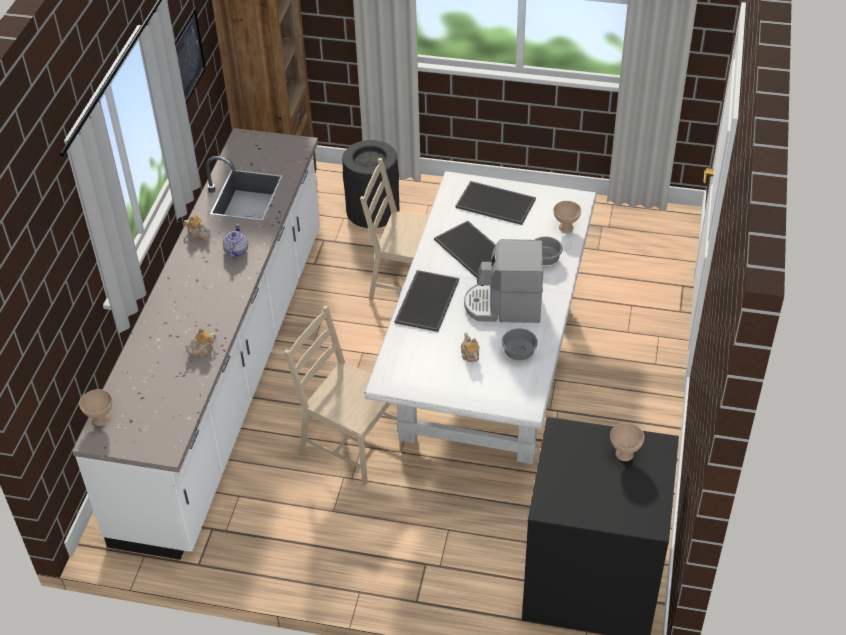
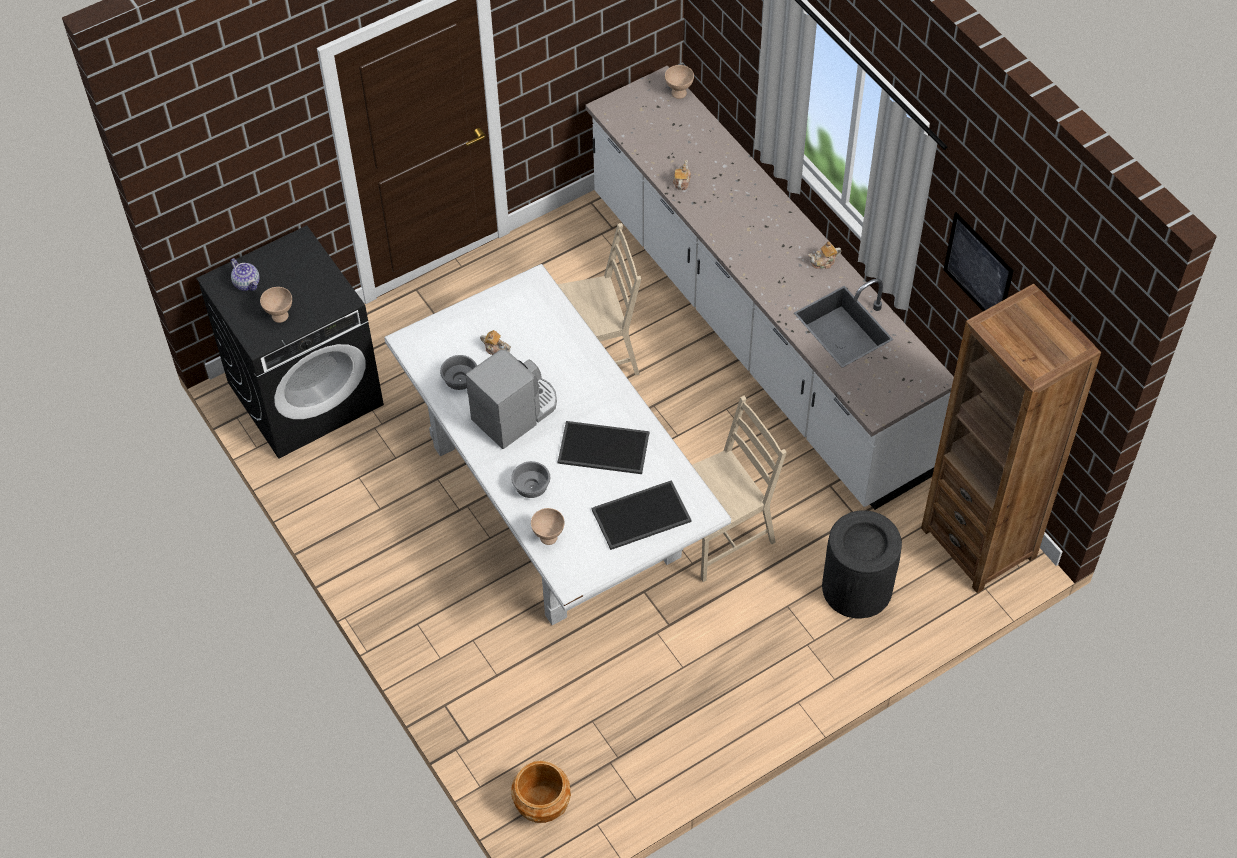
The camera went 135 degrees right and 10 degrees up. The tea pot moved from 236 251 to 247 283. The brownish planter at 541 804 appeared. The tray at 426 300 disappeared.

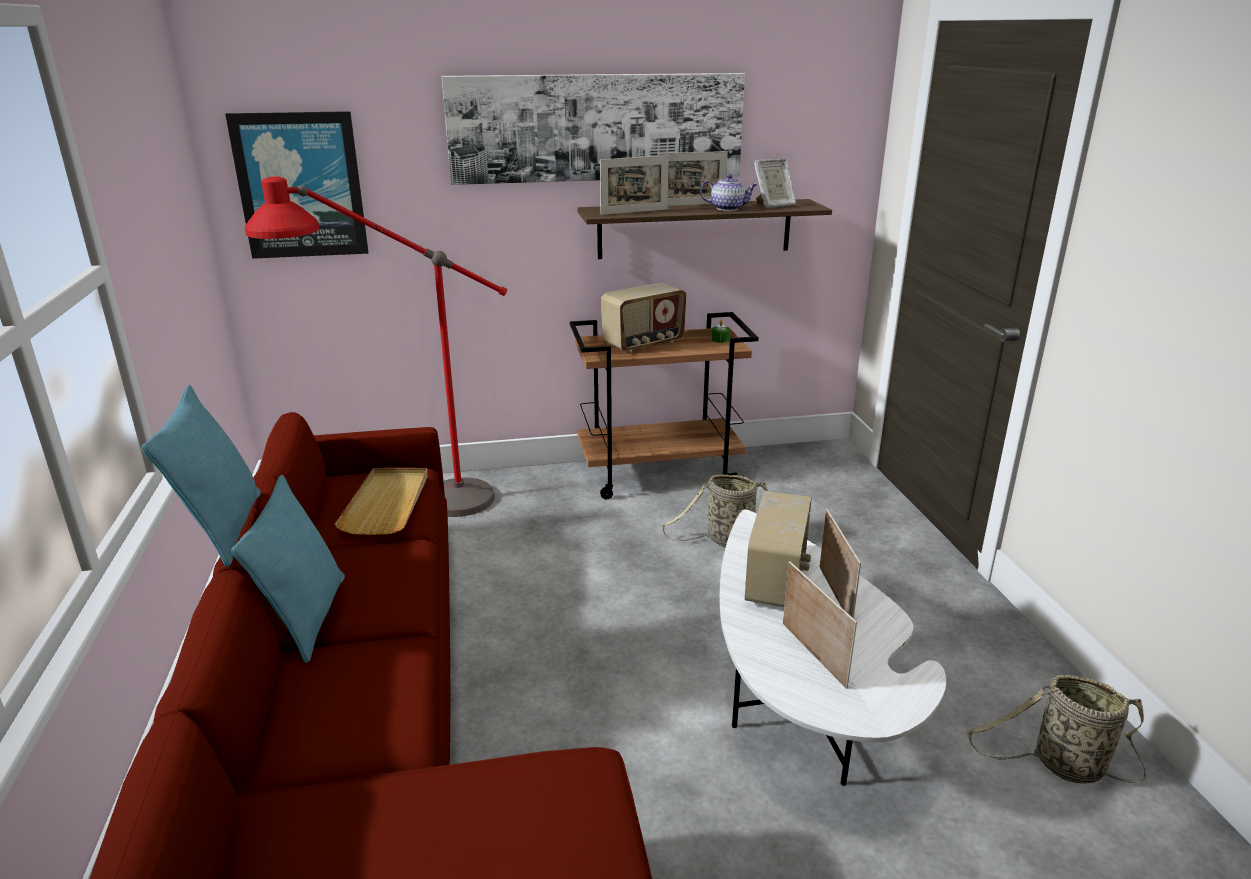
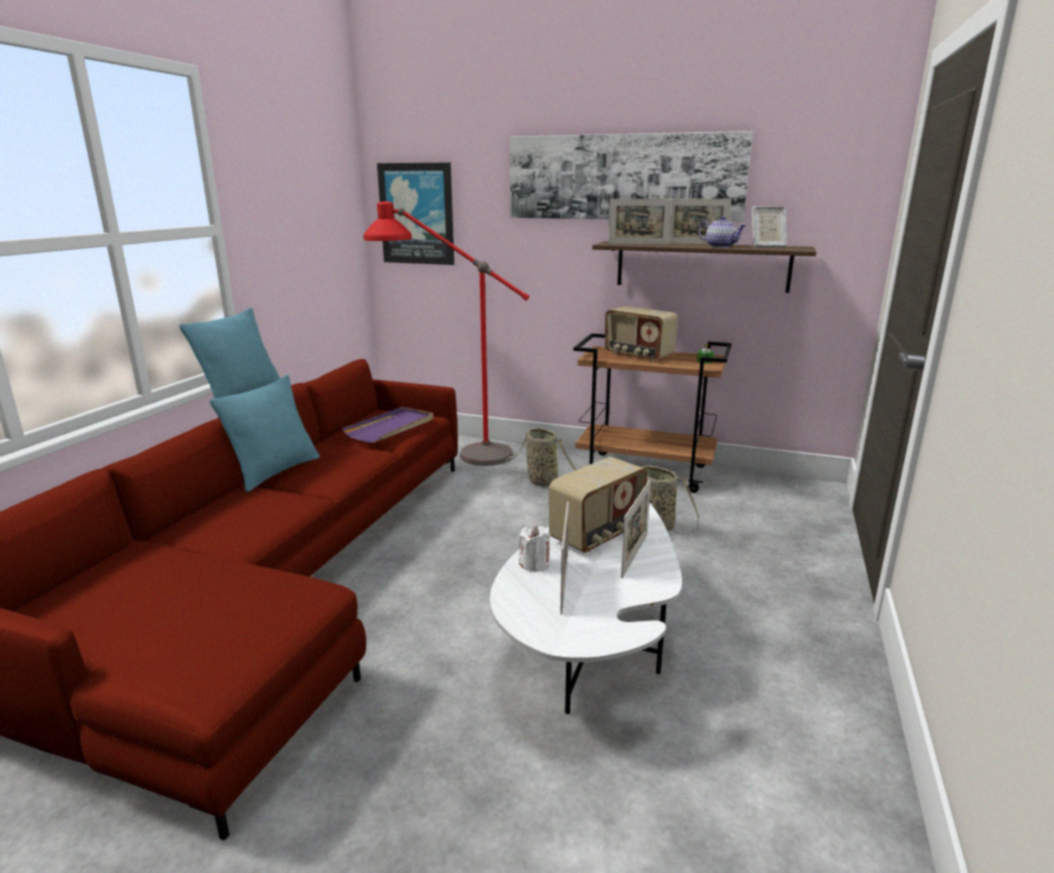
The camera went 30 degrees right and 5 degrees down. The beige-coloured tray at 387 503 became the purple tray at 391 427. The basket moved from 1062 766 to 540 481. The white wax light at 534 564 appeared. The radio receiver at 644 343 turned 45 degrees clockwise.

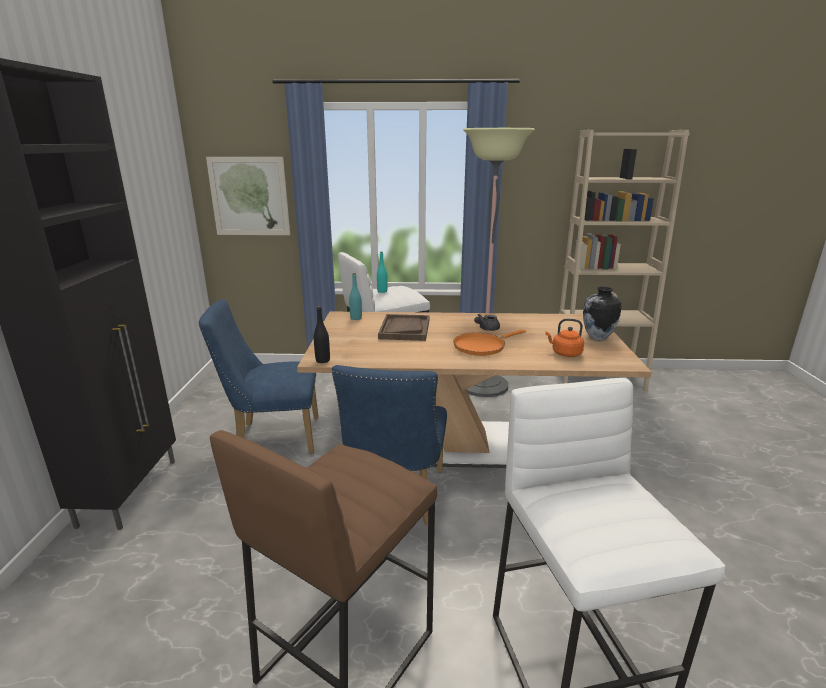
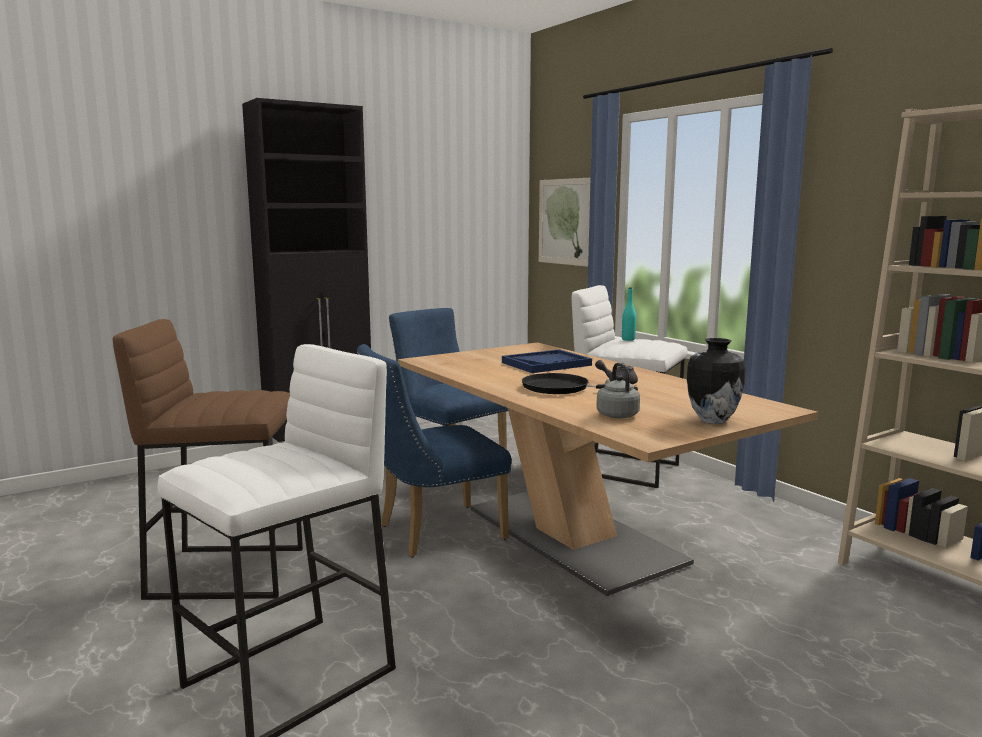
The camera went 55 degrees right and 10 degrees down. The brownish tray at 404 329 became the blue-coloured tray at 546 364. The orange skillet at 482 346 became the blackish skillet at 560 388. The orange water kettle at 564 353 became the greyish water kettle at 616 415. The blackish drink bottle at 322 360 disappeared. The turquoise drink bottle at 356 318 disappeared. The standing lamp at 483 385 disappeared.

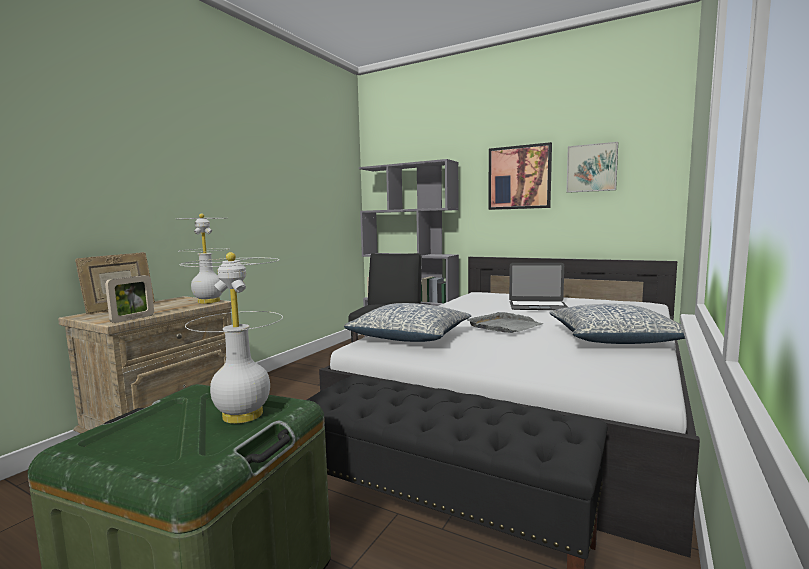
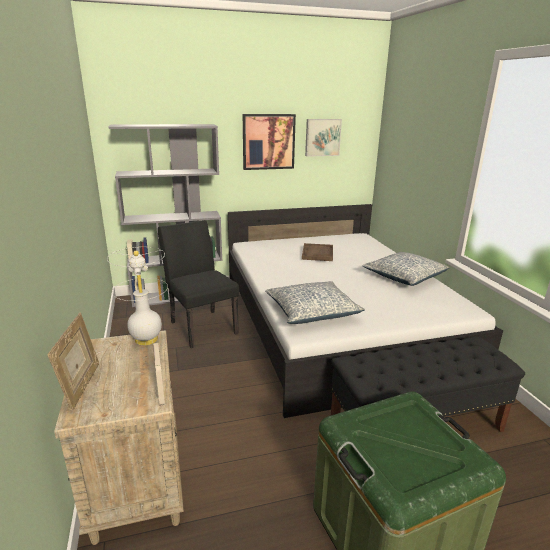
The camera went 45 degrees left and 15 degrees up. The notebook computer at 538 306 was replaced by the brownish tray at 317 253. The white tabletop lamp at 243 415 disappeared. The greyish tray at 504 326 disappeared.

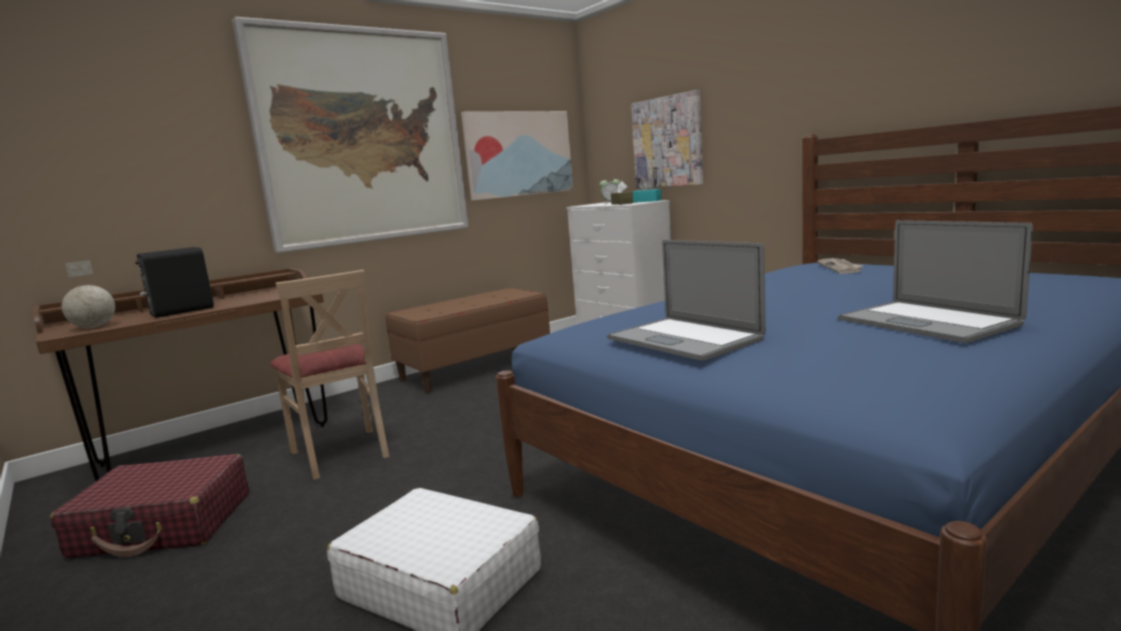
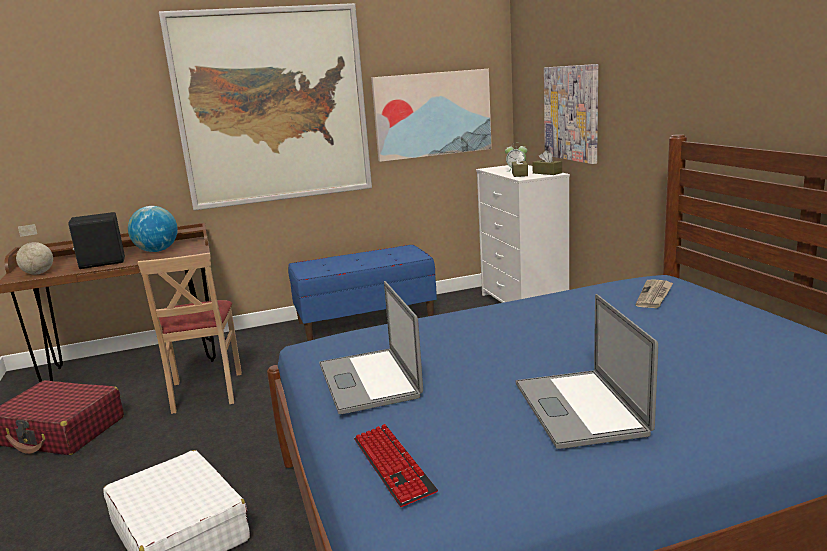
The camera went 20 degrees right and 5 degrees up. The world globe at 157 251 appeared. The brownish bench at 475 368 became the blue-coloured bench at 365 320. The computer keyboard at 393 465 appeared. The turquoise tissue holder at 647 201 became the brownish tissue holder at 547 173.

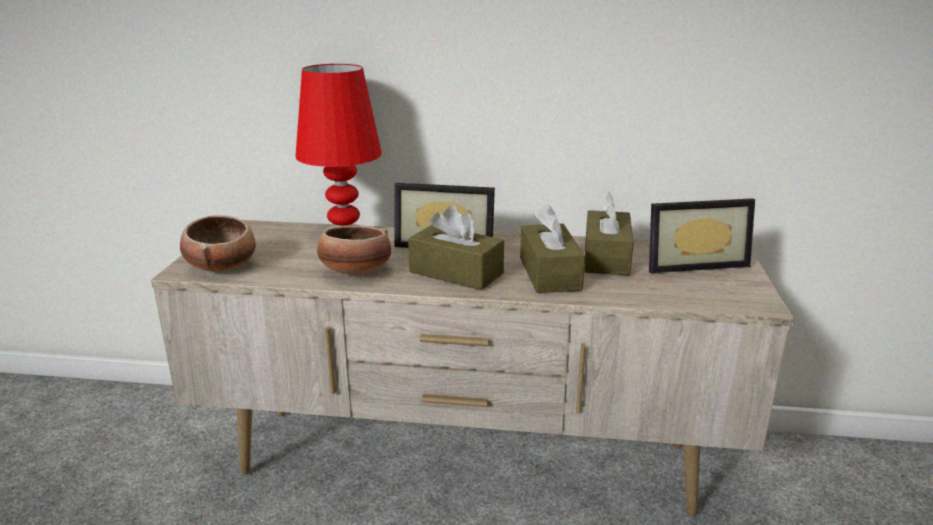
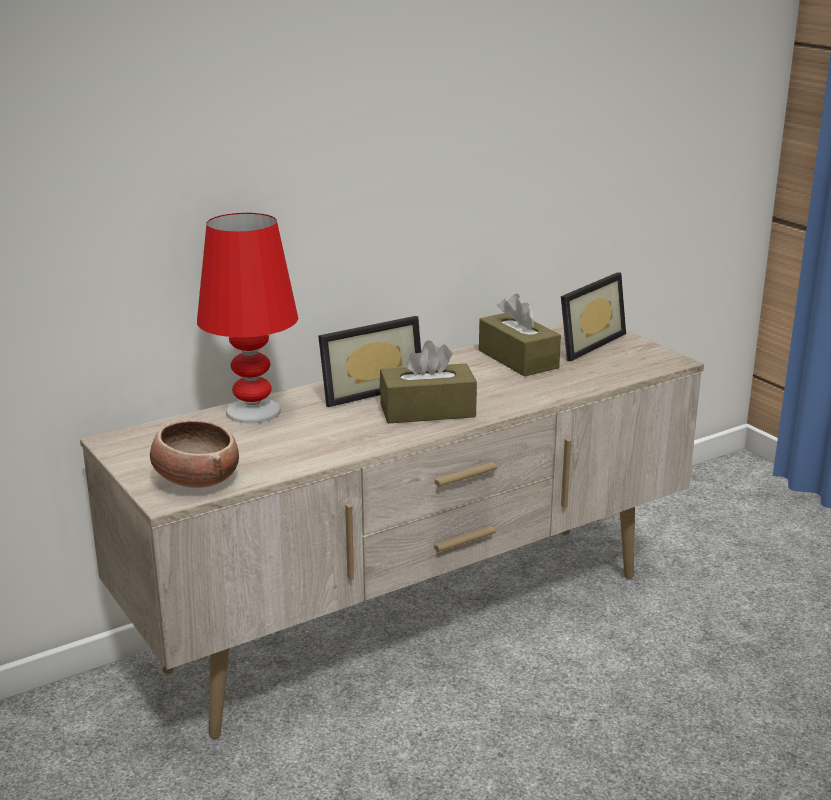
The camera went 40 degrees left and 0 degrees up. The serving bowl at 355 271 disappeared. The brownish tissue holder at 549 273 disappeared.

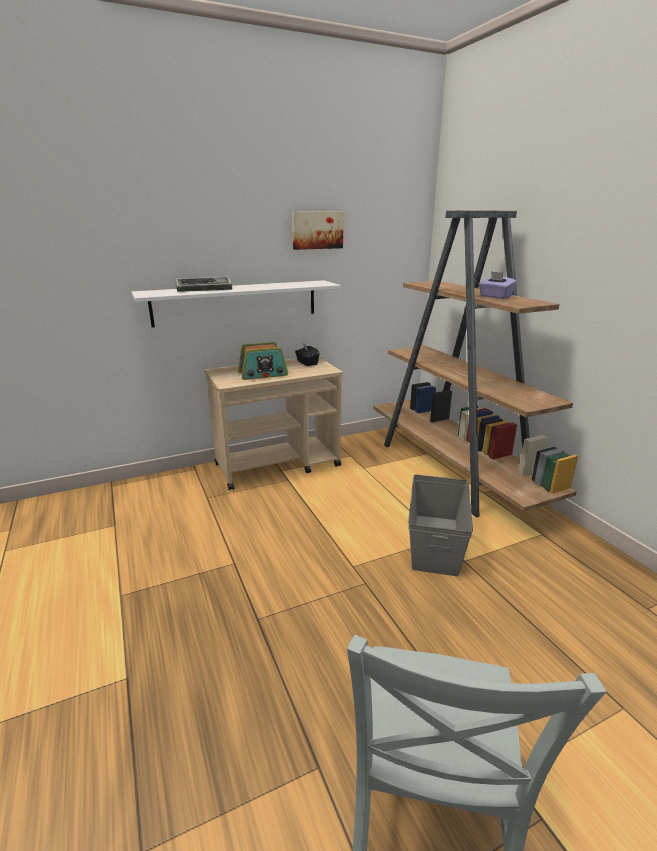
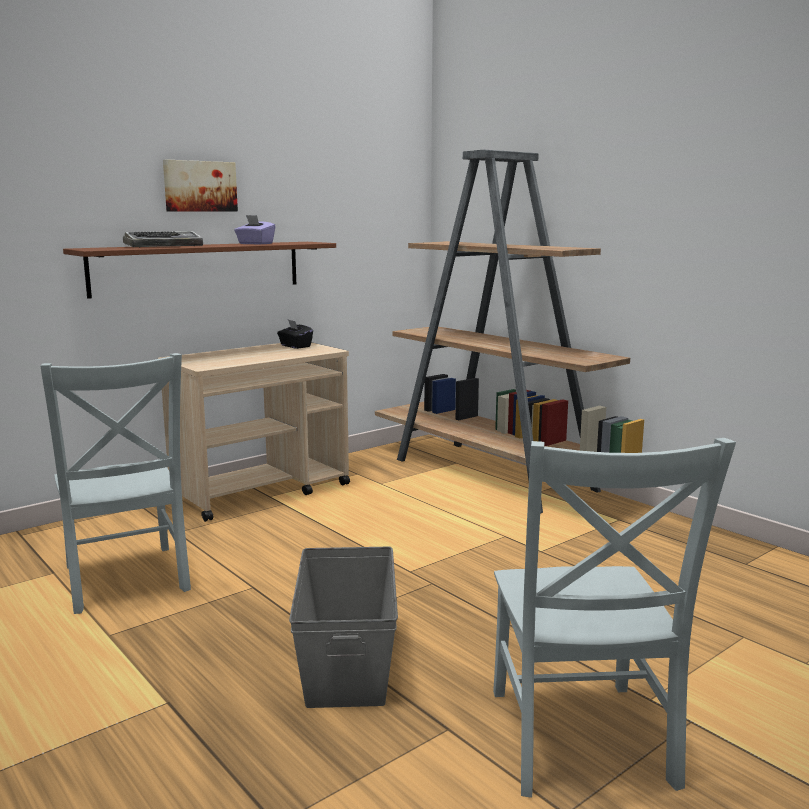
The camera went 15 degrees left and 10 degrees down. The greyish plain chair at 126 581 appeared. The white bracket shelf at 236 302 became the brownish bracket shelf at 199 267. The wall art moved from 317 230 to 199 186. The purple tissue holder moved from 495 297 to 255 244. The greyish storage container moved from 435 543 to 346 660. The radio receiver at 263 374 disappeared.

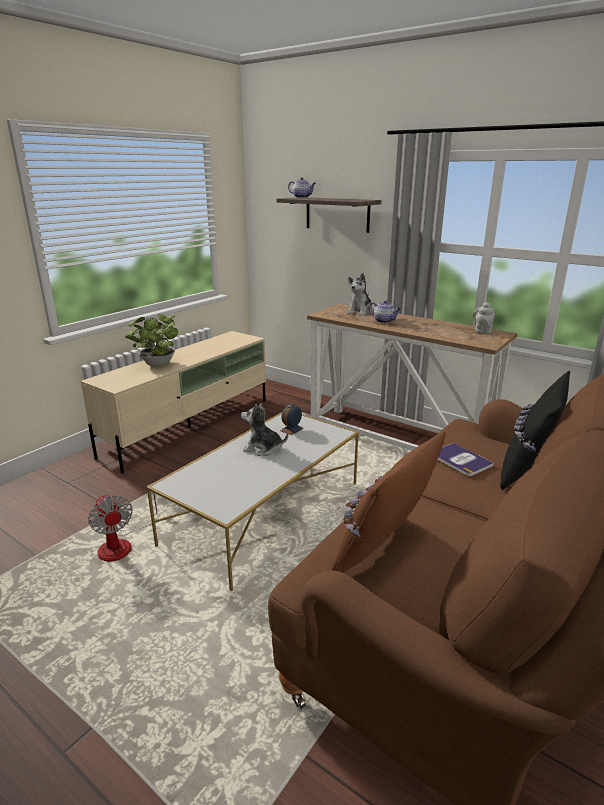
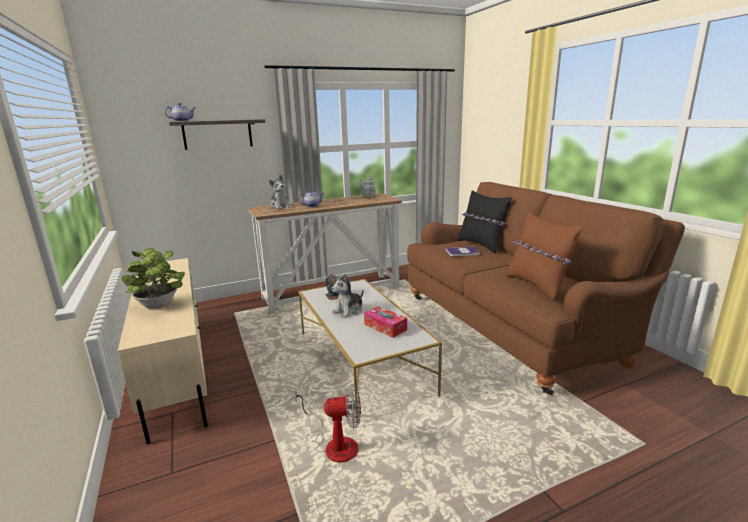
The camera went 60 degrees left and 5 degrees down. The tissue holder at 385 327 appeared.

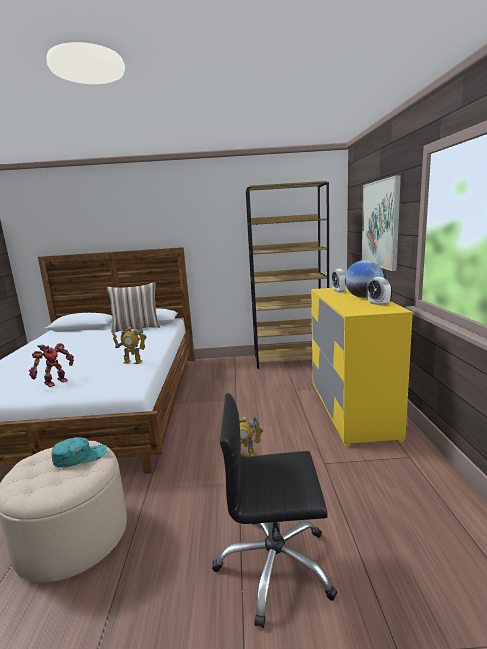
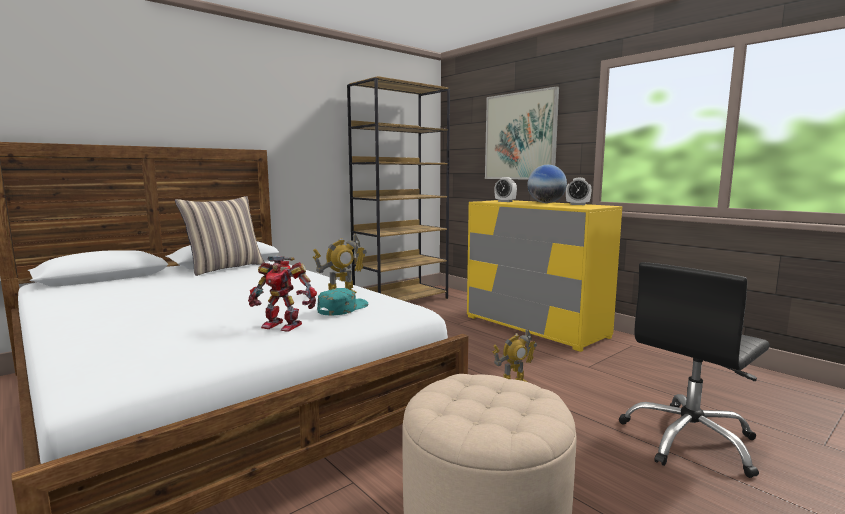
The camera went 40 degrees left and 5 degrees down. The model robot at 55 382 turned 105 degrees clockwise. The turquoise baseball cap moved from 80 456 to 342 308.

